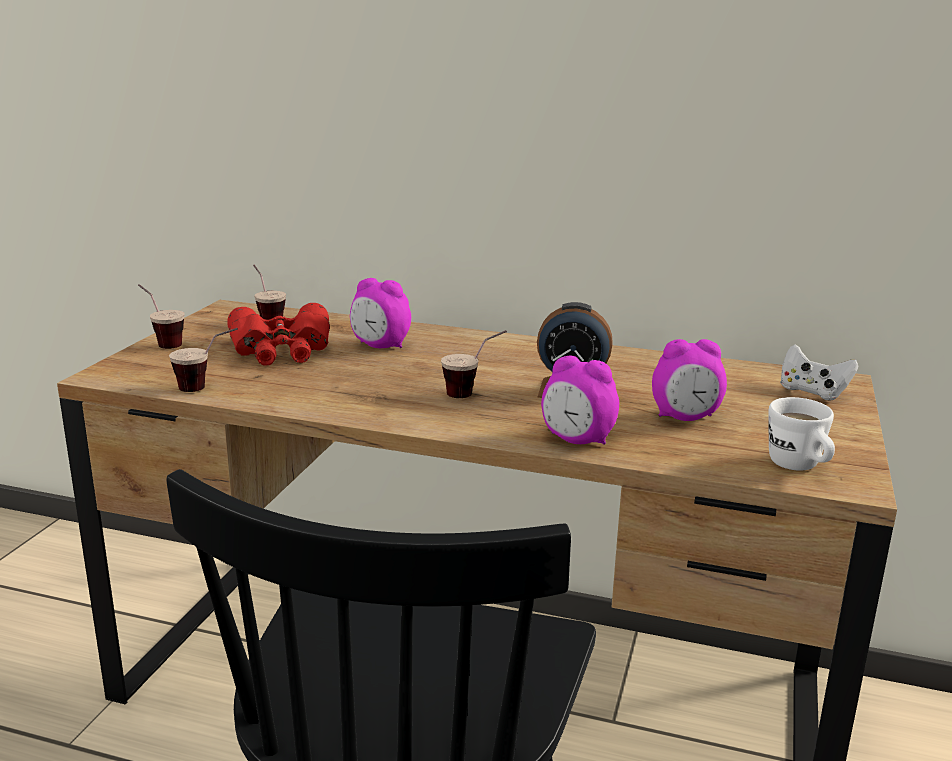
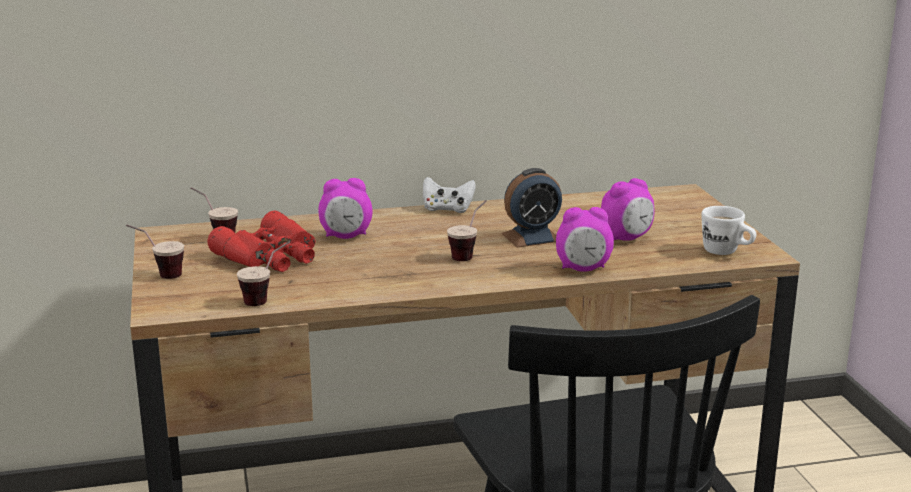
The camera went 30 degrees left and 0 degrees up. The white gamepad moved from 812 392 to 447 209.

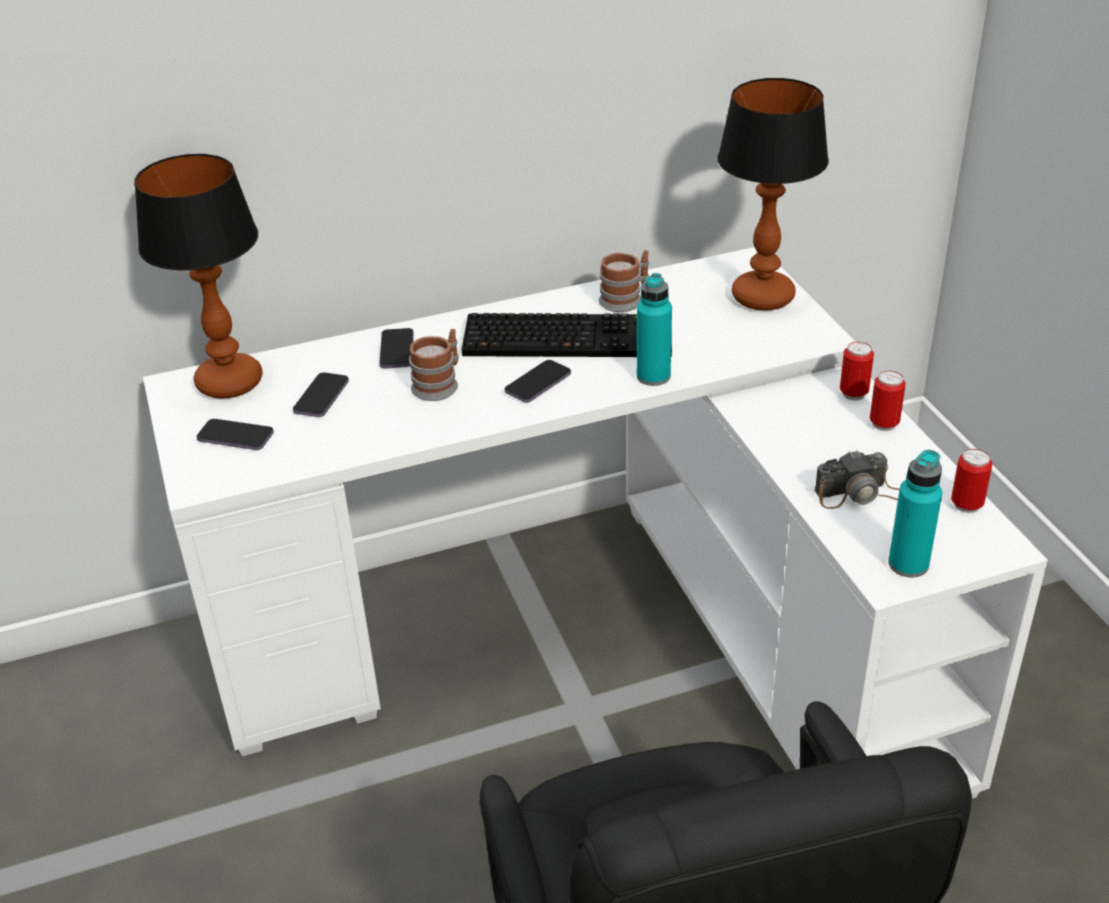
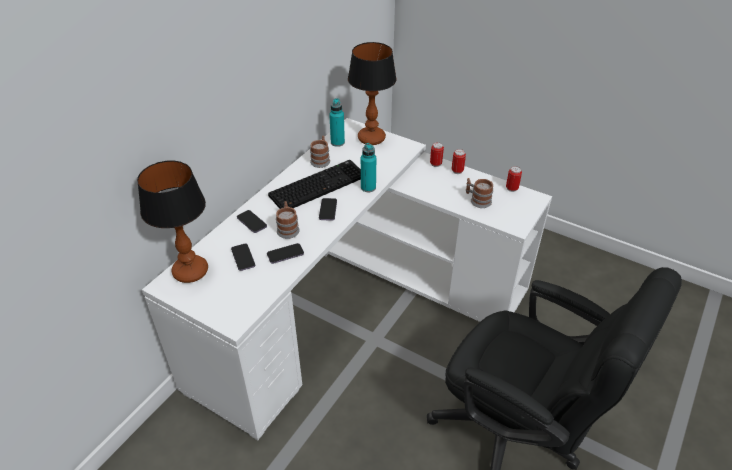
The camera went 40 degrees left and 5 degrees up. The phone moved from 235 437 to 285 254. The turquoise drink bottle moved from 908 564 to 337 142. The still camera at 861 494 was replaced by the coffee mug at 477 200.

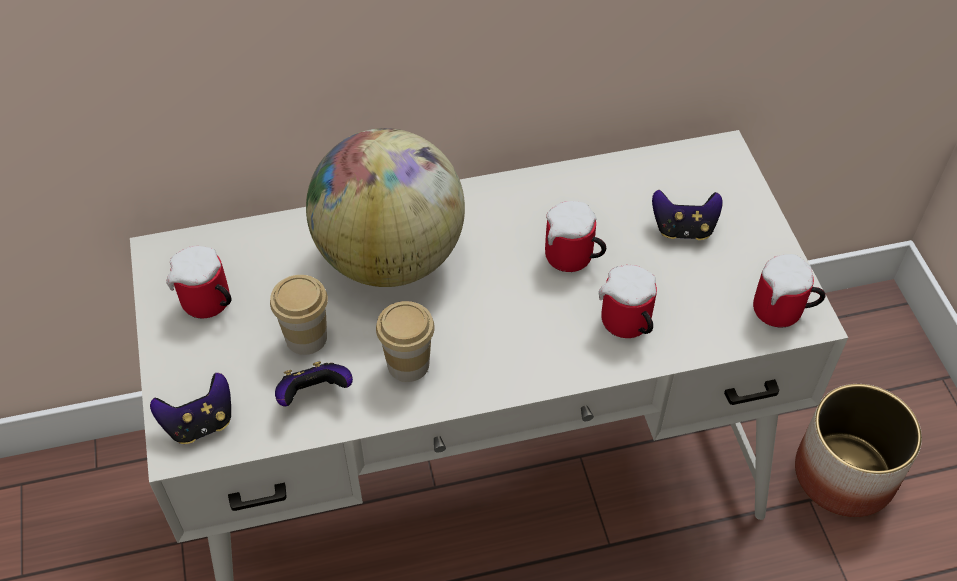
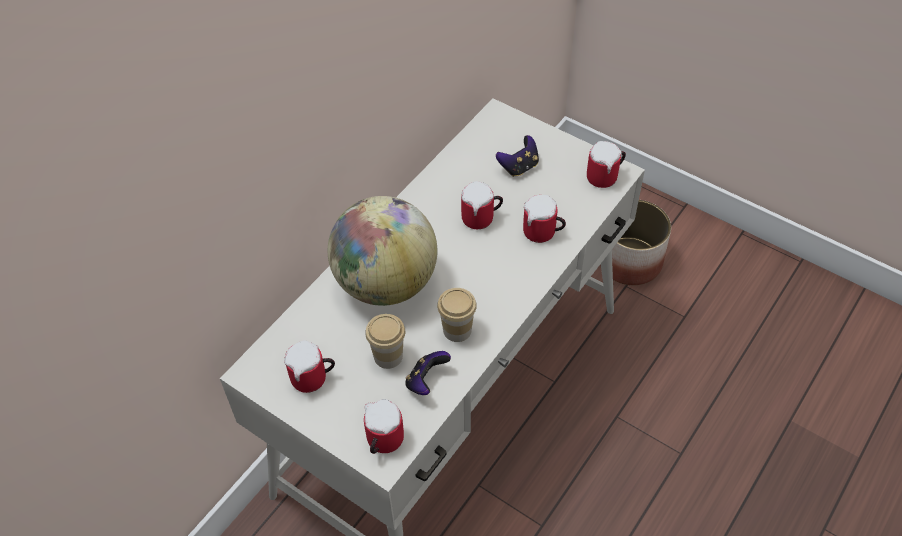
The camera went 40 degrees left and 0 degrees up. The gamepad at 200 423 was replaced by the coffee mug at 381 441.

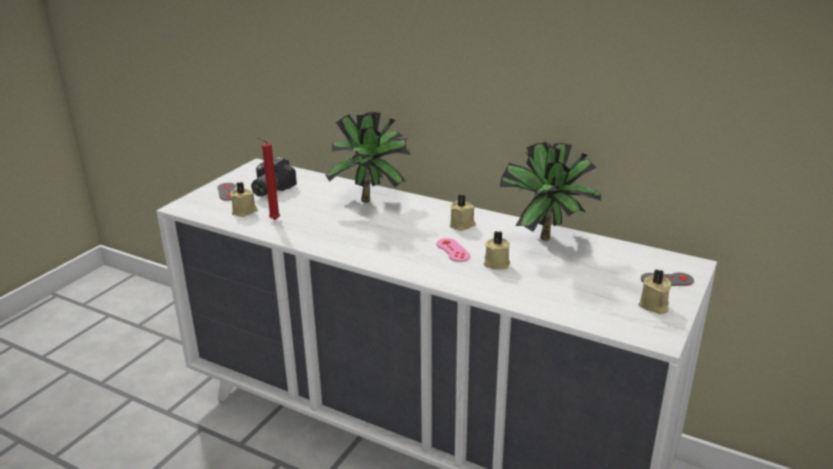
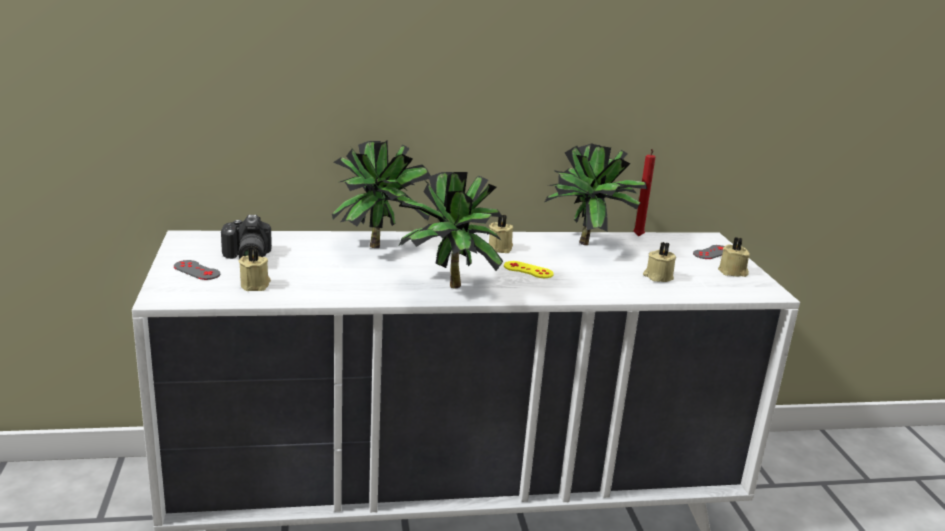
The camera went 40 degrees left and 5 degrees down. The plant in a pot at 448 288 appeared. The pinkish gamepad at 453 250 became the yellowish gamepad at 528 270. The red-coloured wax light moved from 273 220 to 638 237. The beige-coloured wax light moved from 496 263 to 657 277.

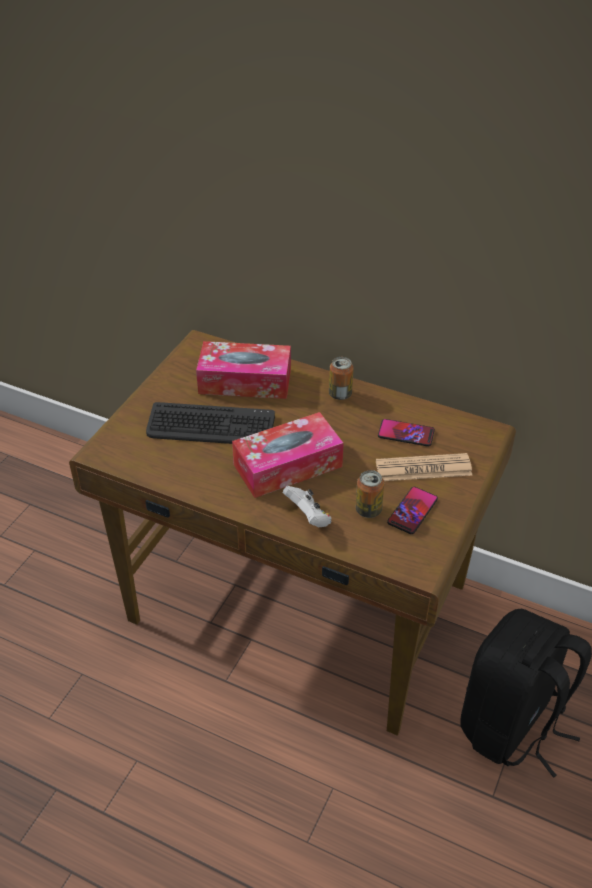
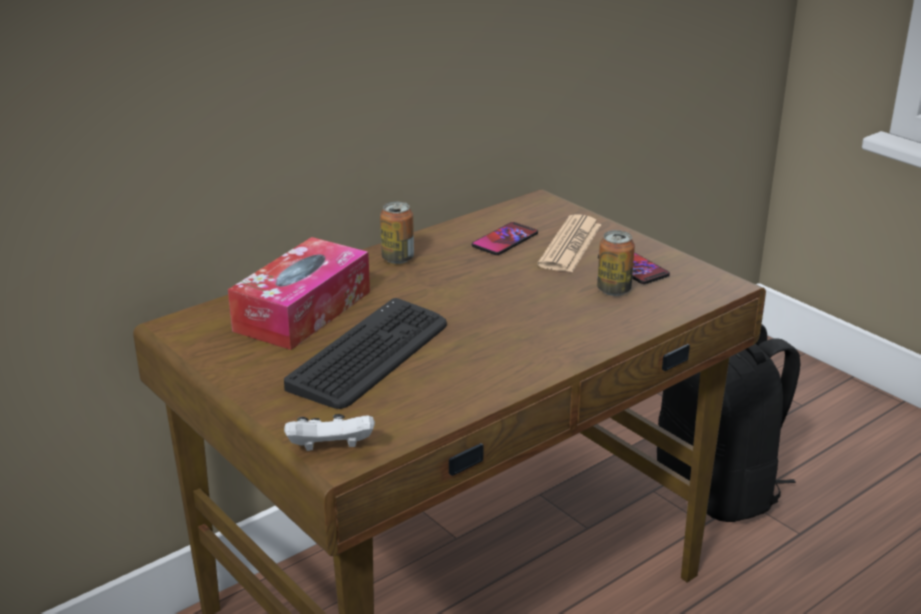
The camera went 65 degrees left and 15 degrees down. The white gamepad moved from 308 518 to 331 450. The tissue holder at 288 466 disappeared.

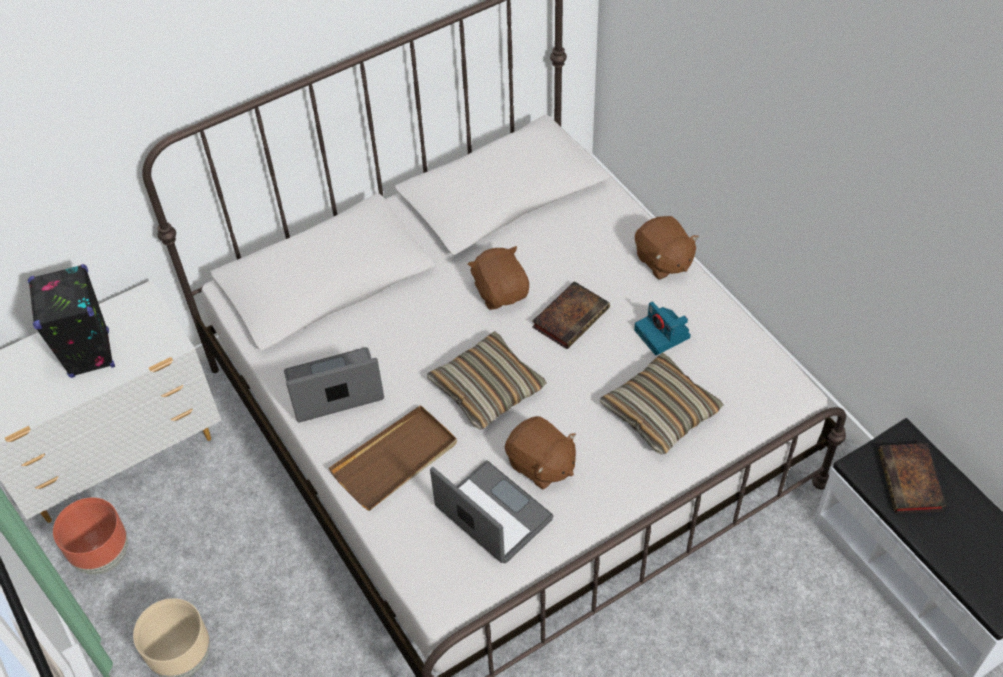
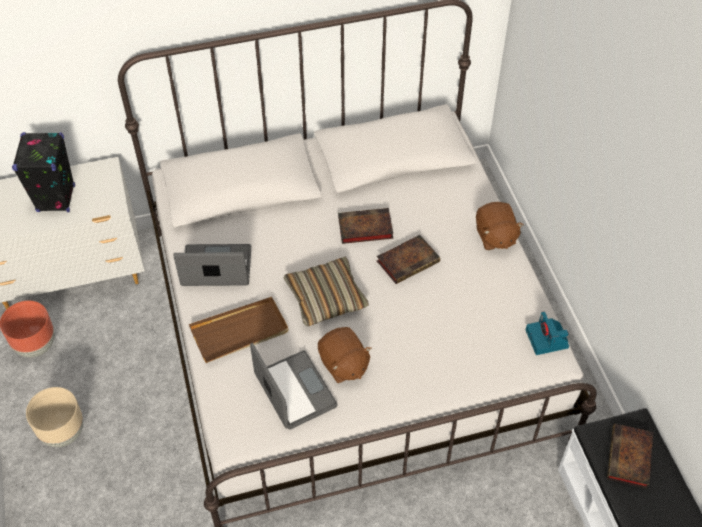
The camera went 15 degrees right and 0 degrees up. The brownish soft toy at 501 291 was replaced by the book at 364 228. The still camera moved from 663 334 to 547 339. The pillow at 660 412 disappeared.

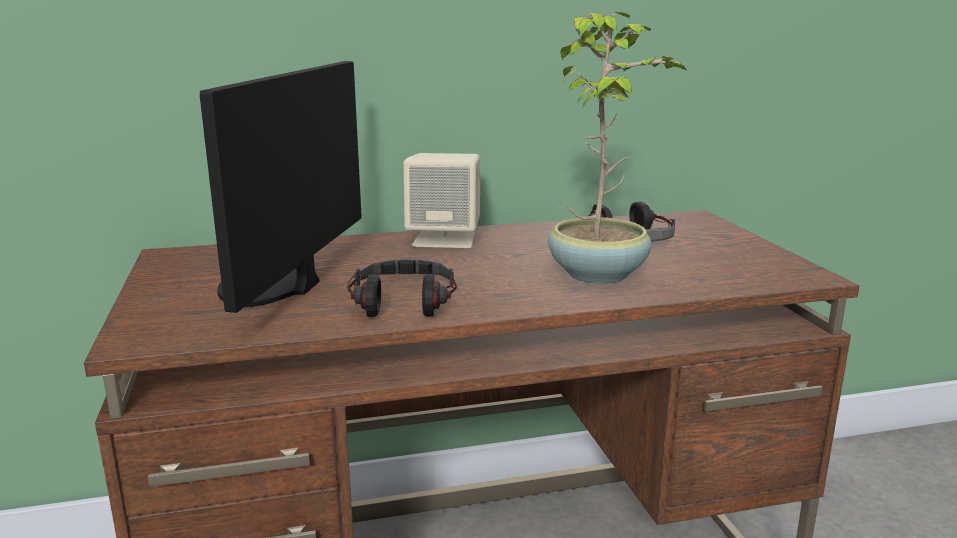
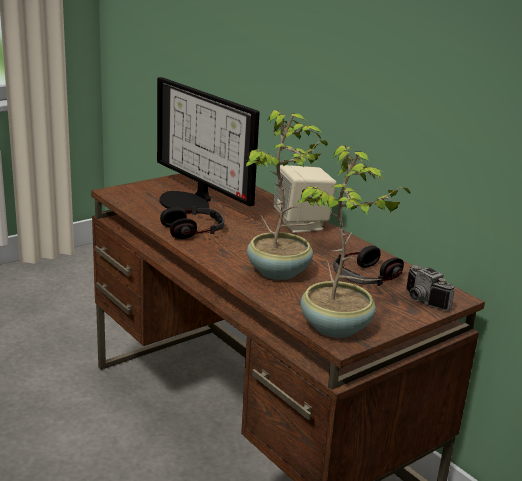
The camera went 65 degrees right and 5 degrees up. The monitor at 278 287 turned 120 degrees counterclockwise. The plant in a pot at 337 328 appeared. The still camera at 422 301 appeared.

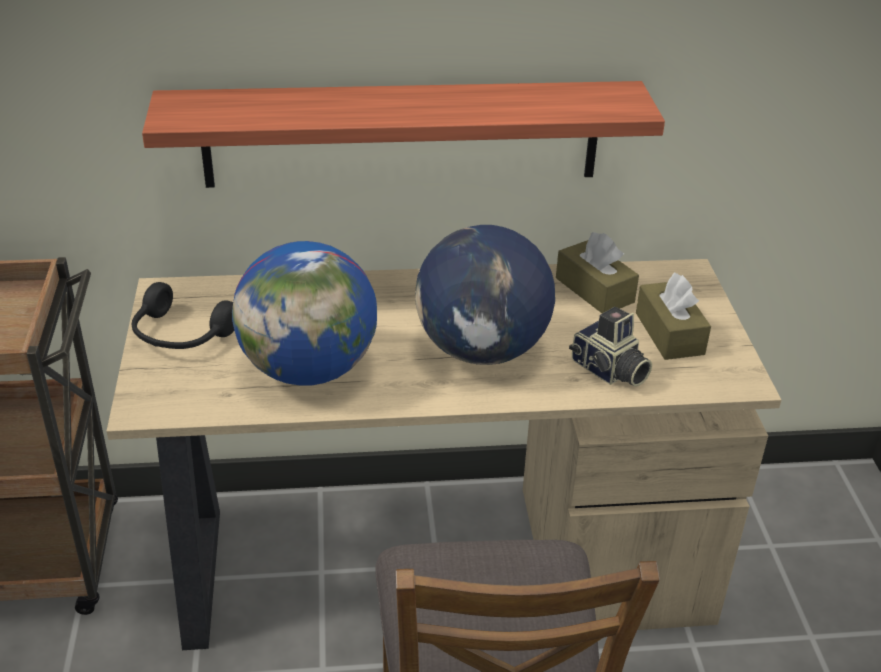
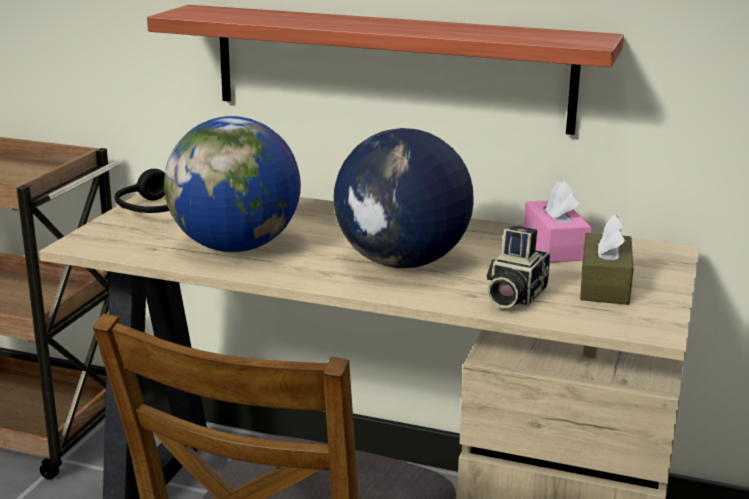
The camera went 25 degrees right and 15 degrees down. The still camera at 608 371 turned 45 degrees clockwise. The brownish tissue holder at 594 290 became the pinkish tissue holder at 555 246.

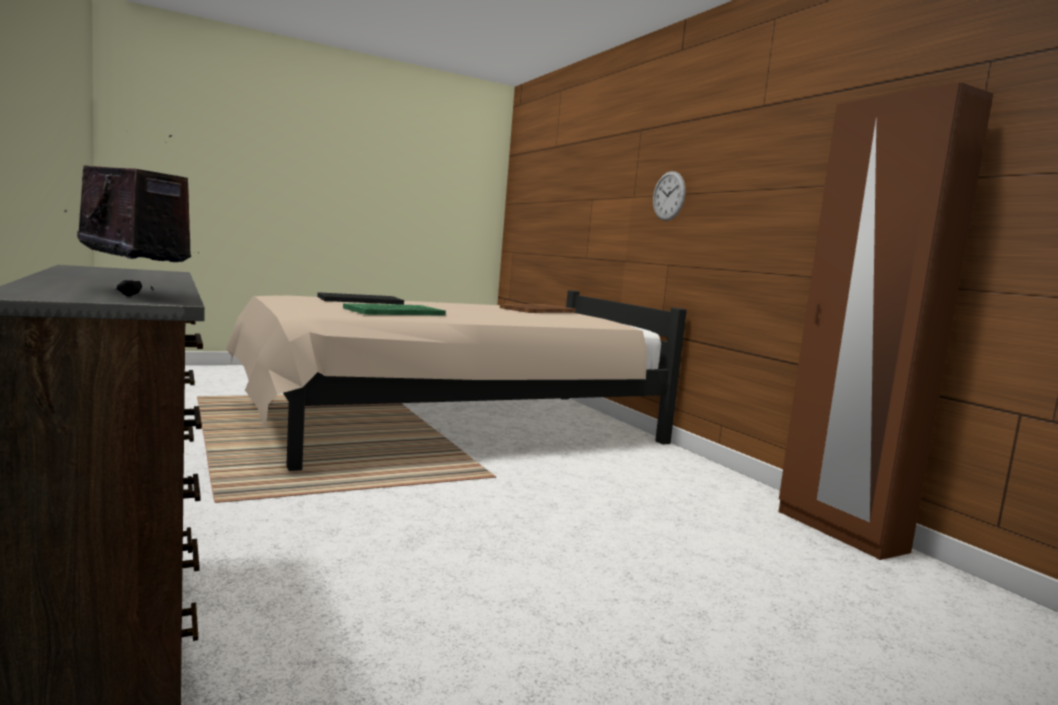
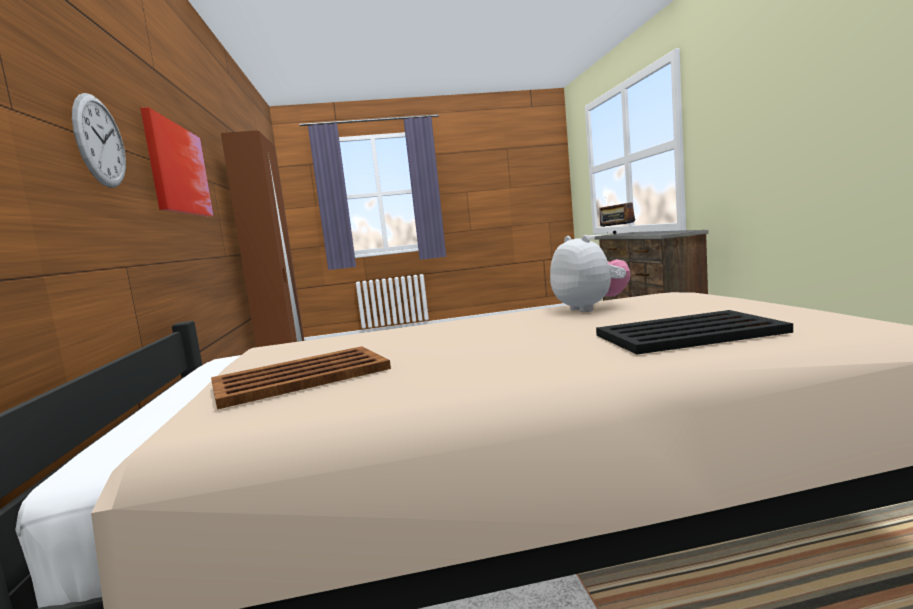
The camera went 160 degrees left and 0 degrees up. The wall art at 178 169 appeared. The greenish tray at 395 312 was replaced by the soft toy at 590 308.

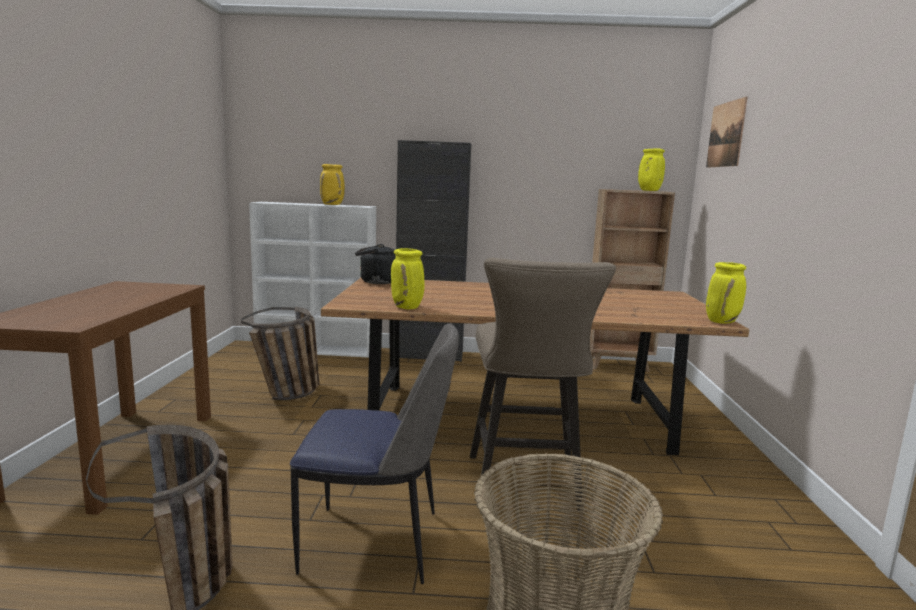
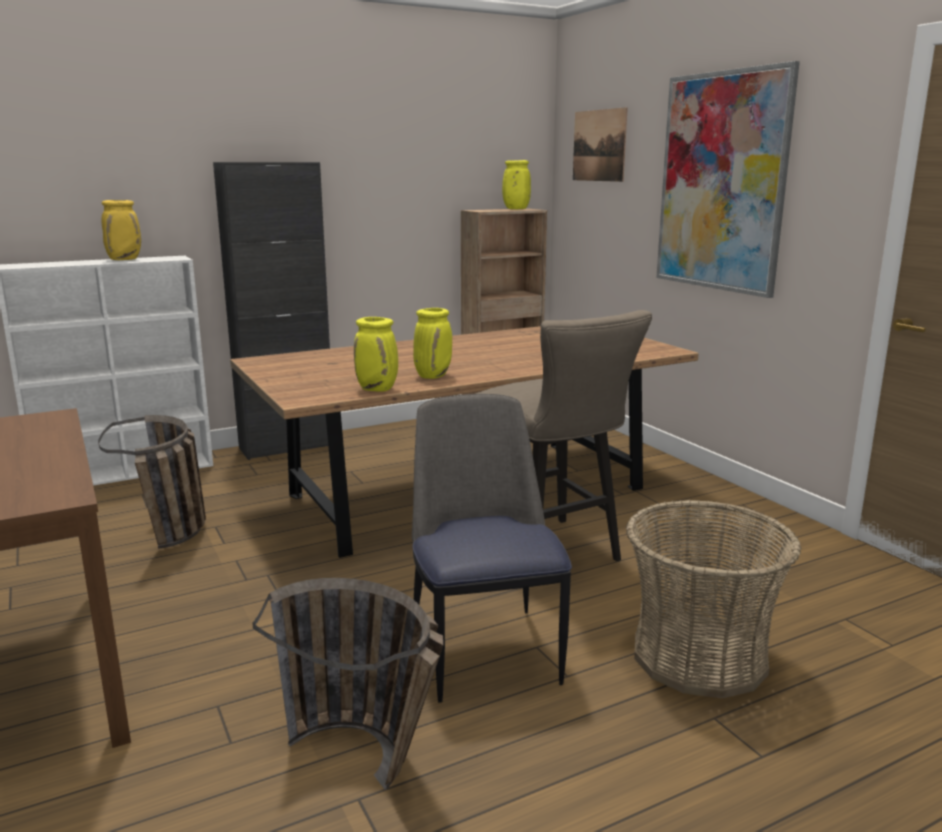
The camera went 30 degrees left and 5 degrees up. The plain chair at 376 543 turned 75 degrees counterclockwise. The yellowish vase moved from 722 321 to 433 376. The wall art at 721 182 appeared. The blackish water kettle at 376 282 disappeared.

